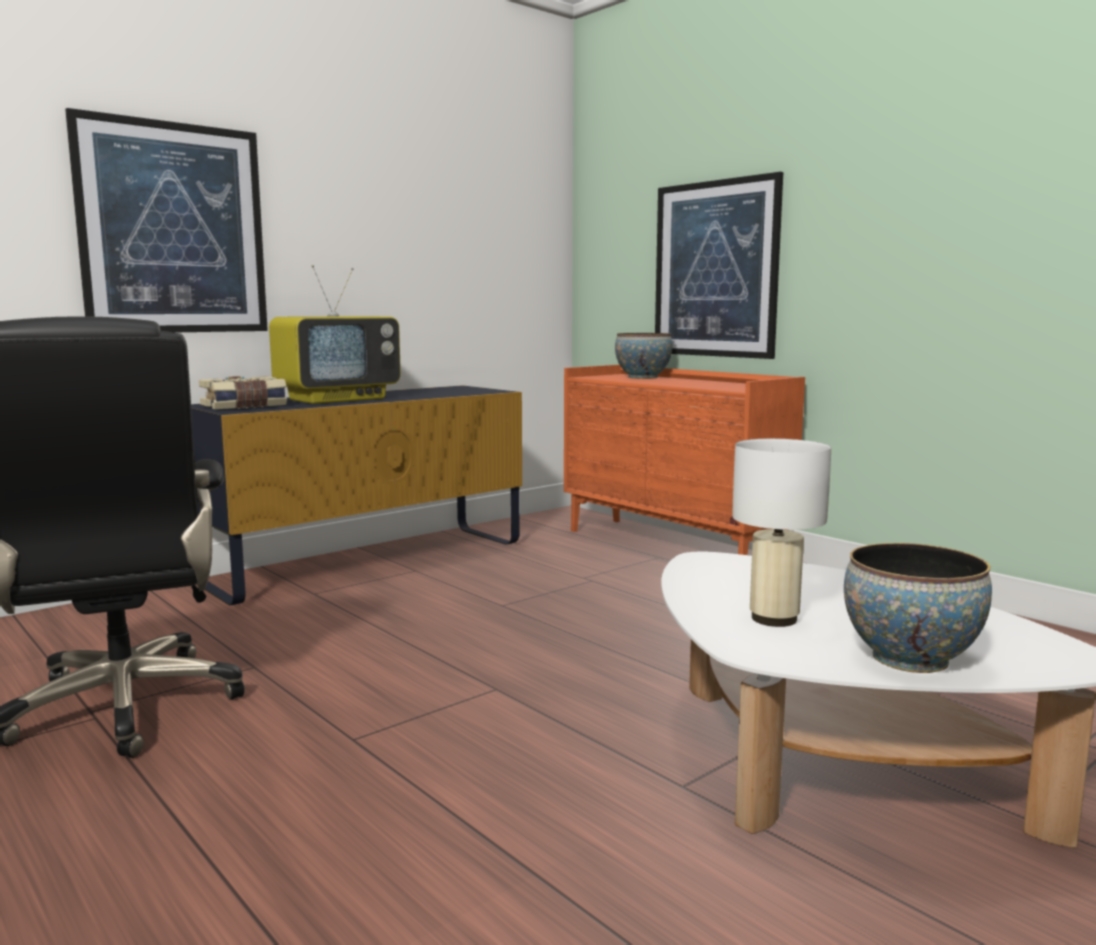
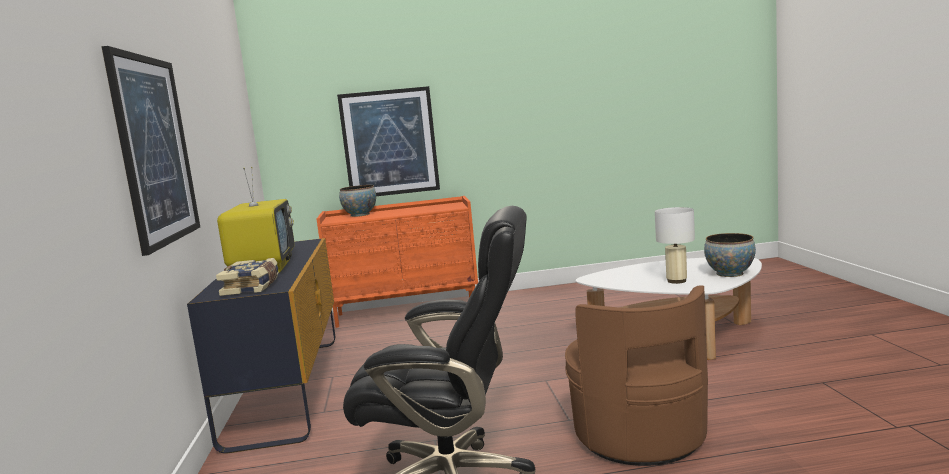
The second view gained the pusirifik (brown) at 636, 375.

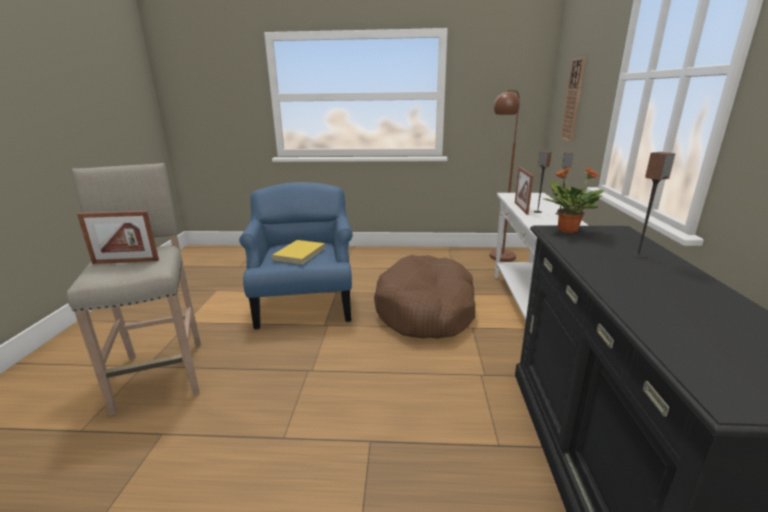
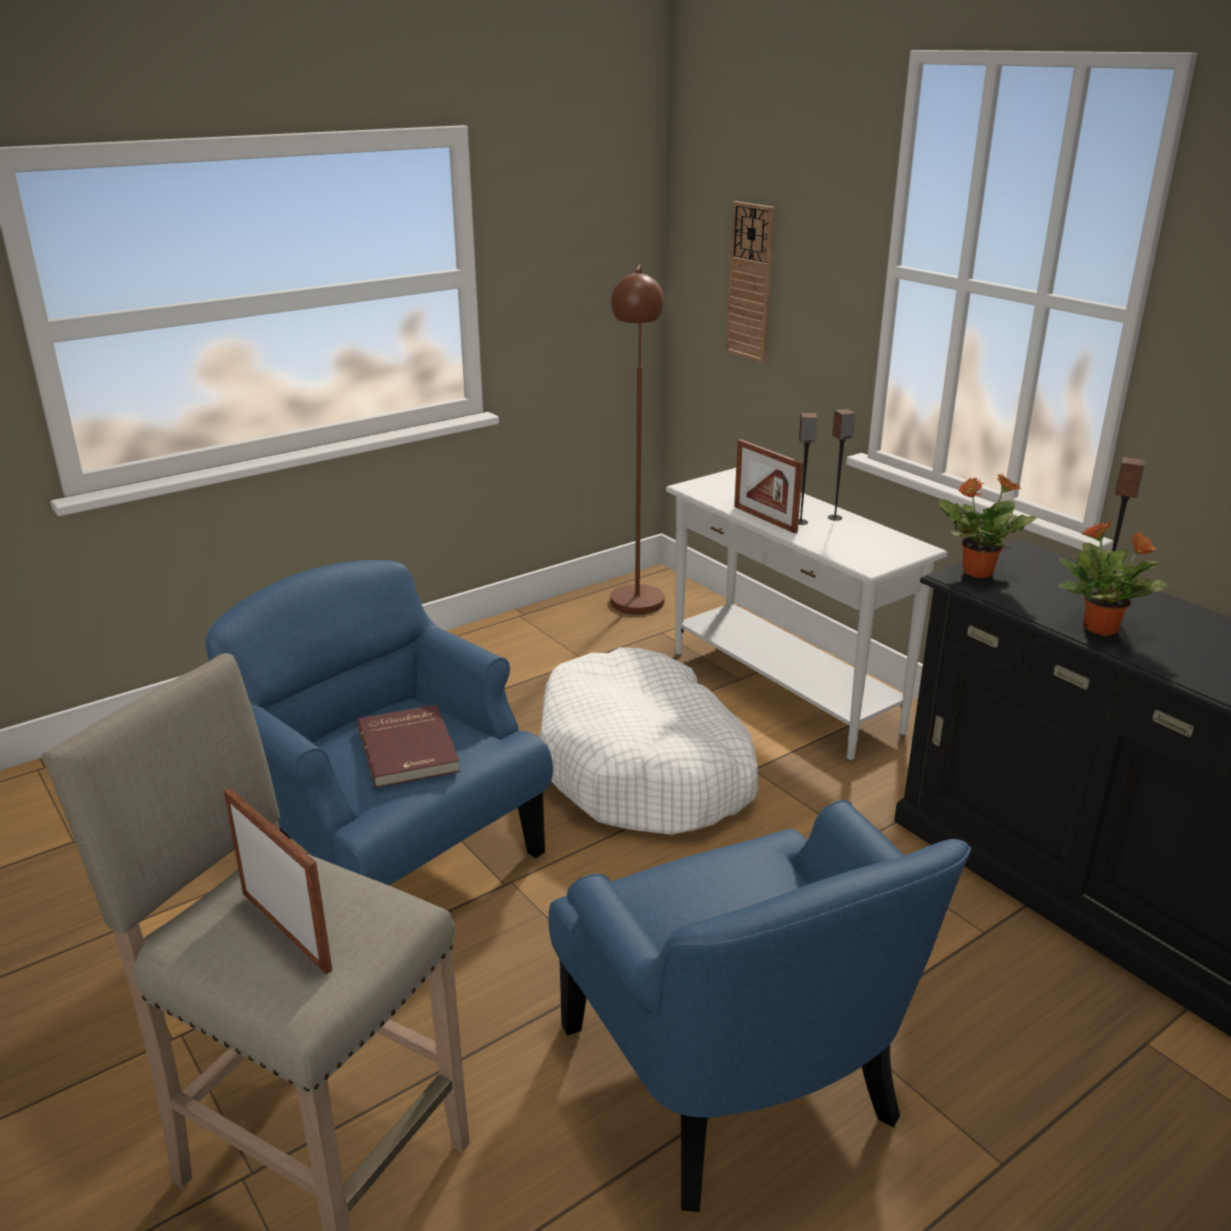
The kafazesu at 118, 237 ended up facing another way, 90 degrees counterclockwise from before.
What was the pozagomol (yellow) at 298, 252 turned into the pozagomol (red) at 408, 746.
What was the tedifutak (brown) at 424, 297 turned into the tedifutak (white) at 648, 741.
The second view gained the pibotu at 1113, 578.
The second view gained the pusirifik (blue) at 759, 1006.

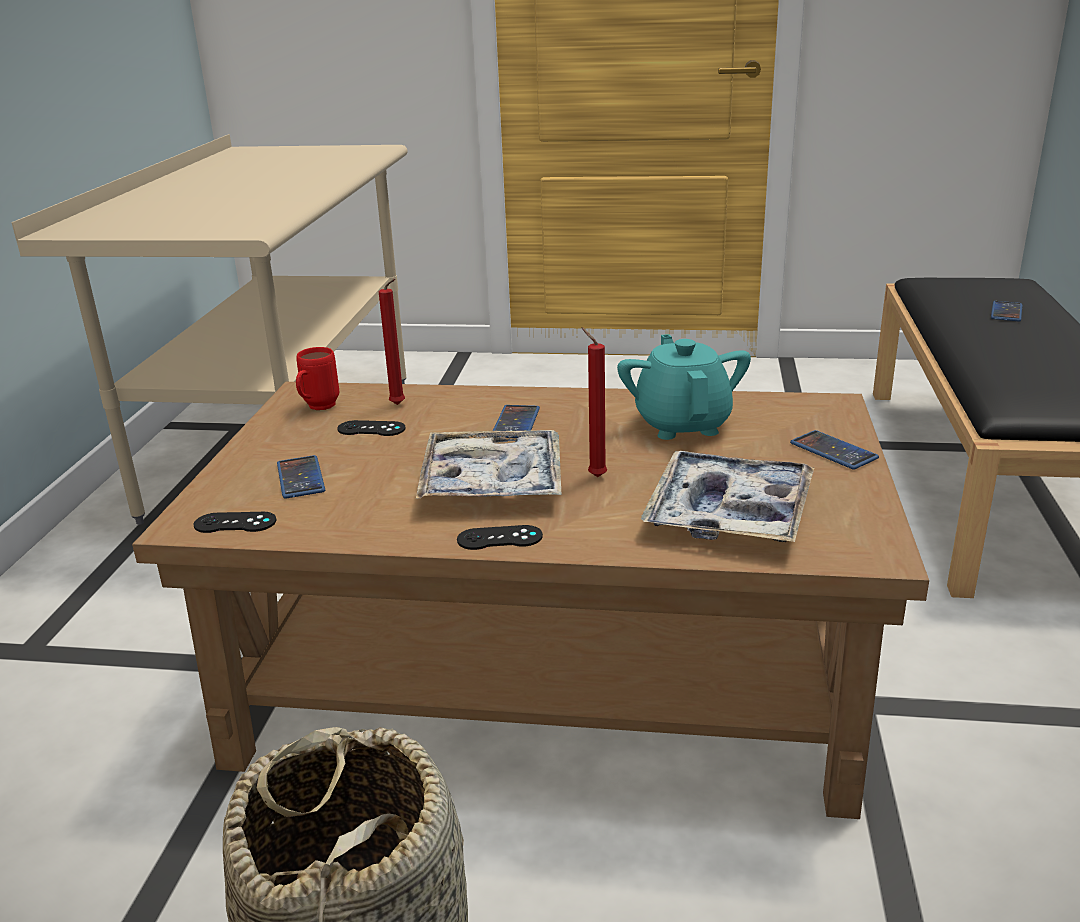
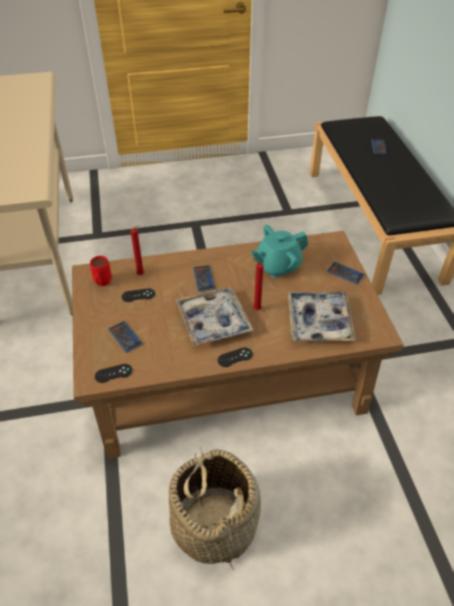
The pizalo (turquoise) at 684, 387 ended up facing another way, 90 degrees counterclockwise from before.

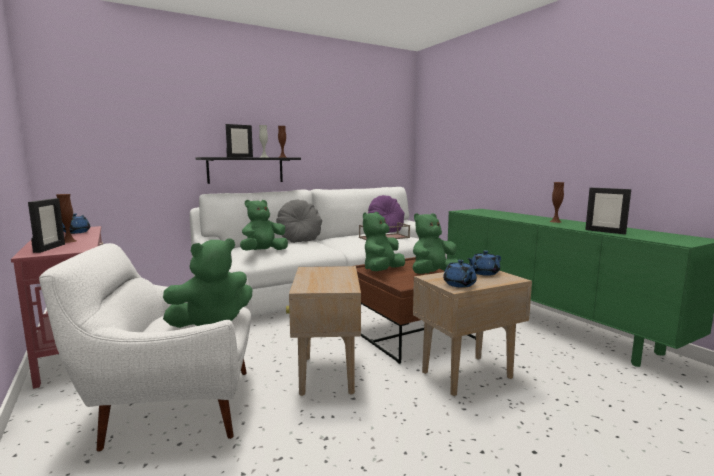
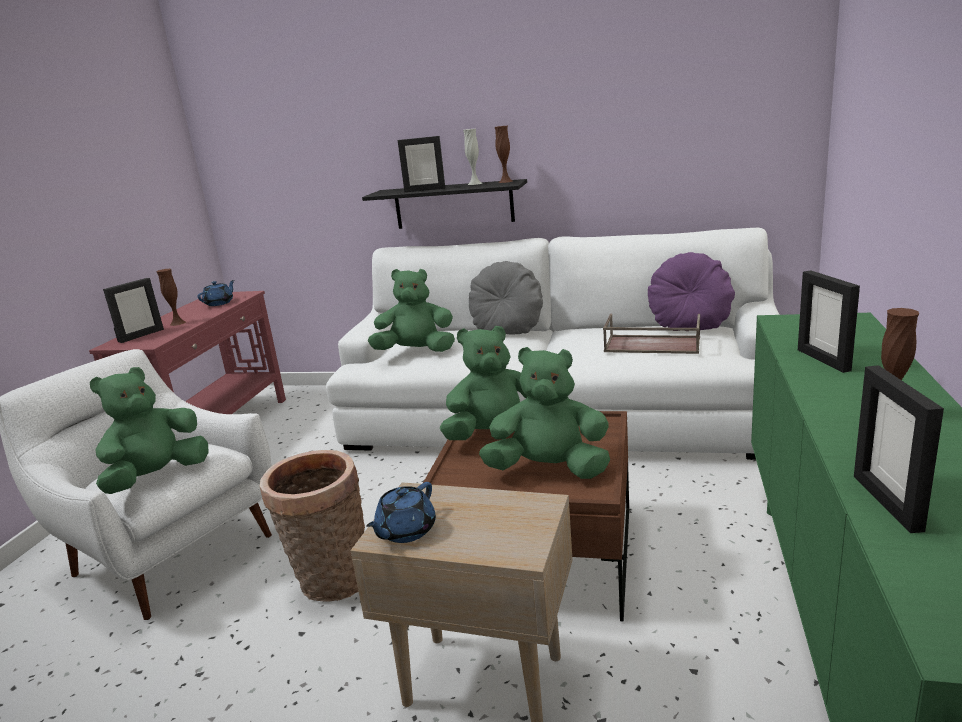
The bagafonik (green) at 207, 283 ended up facing another way, 120 degrees clockwise from before.
The second view lost the pizalo (blue) at 484, 263.
Where the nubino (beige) stood at 323, 331, the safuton came to stand at 312, 526.
The second view gained the kafazesu at 829, 321.

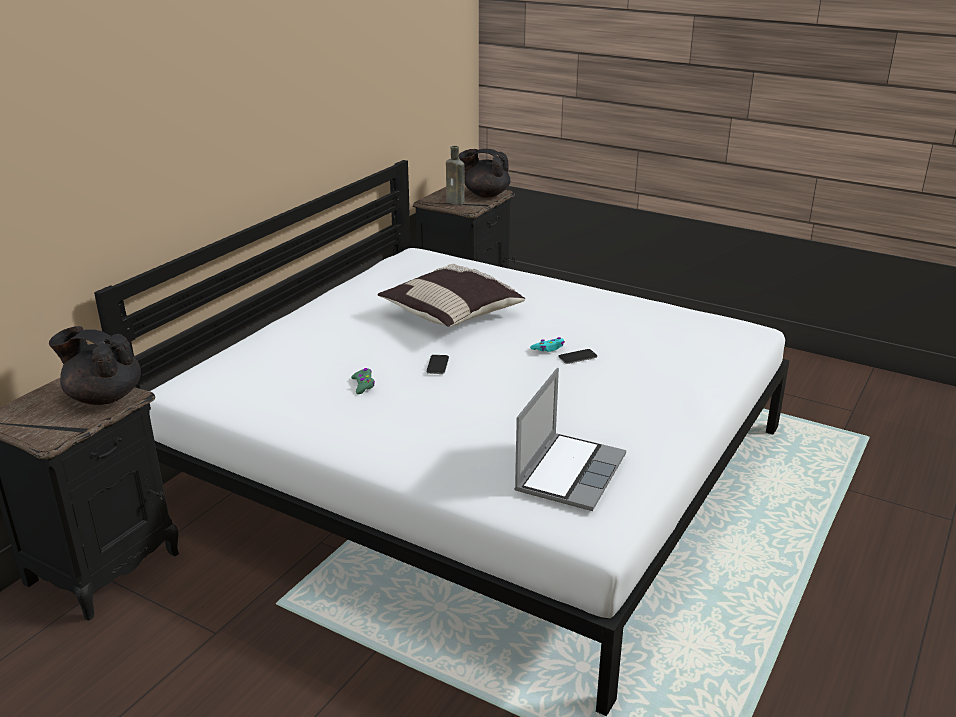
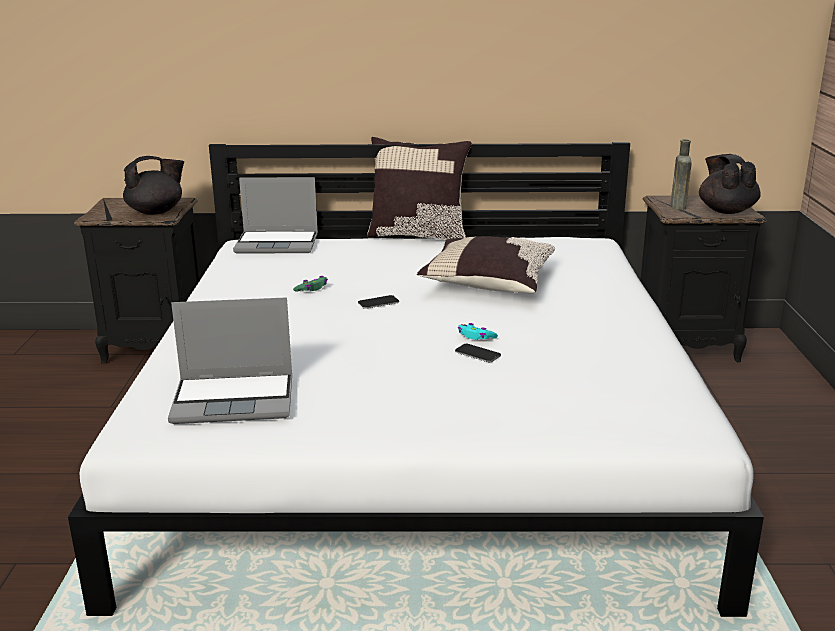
The pizalo (black) at 95, 365 ended up facing another way, 75 degrees clockwise from before.
The second view gained the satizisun at 419, 188.
The second view gained the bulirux at 275, 215.

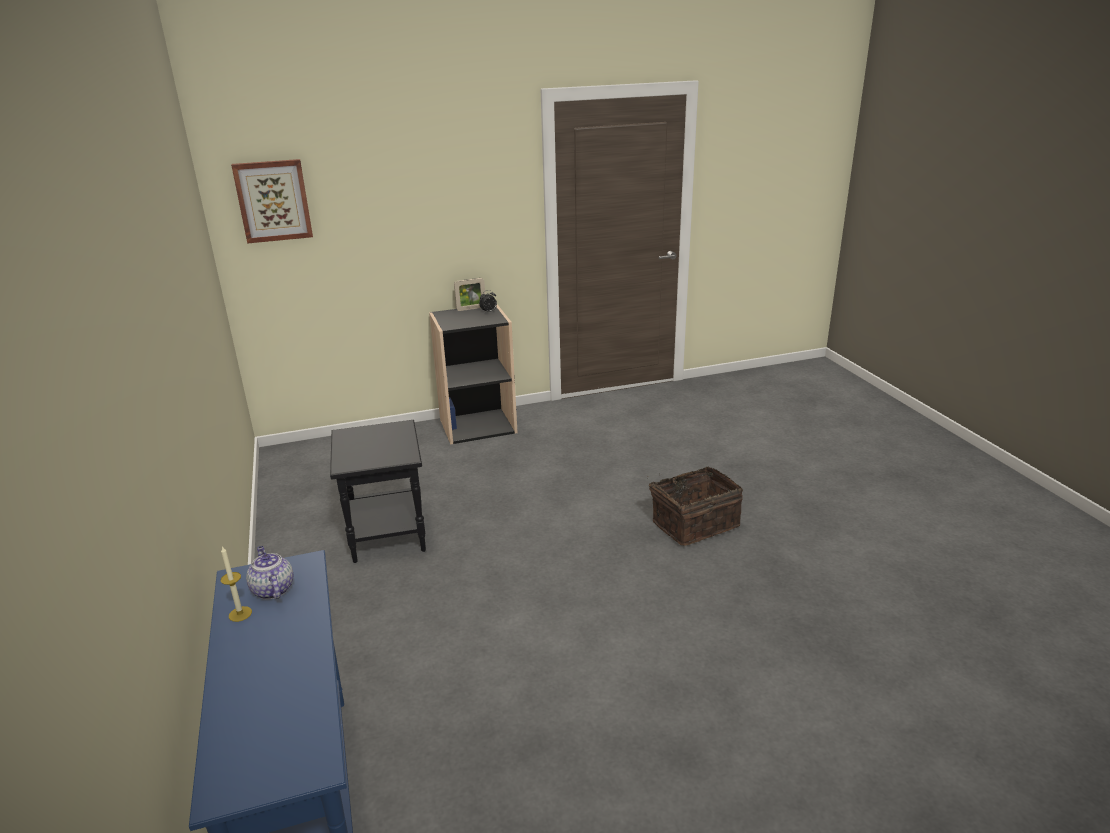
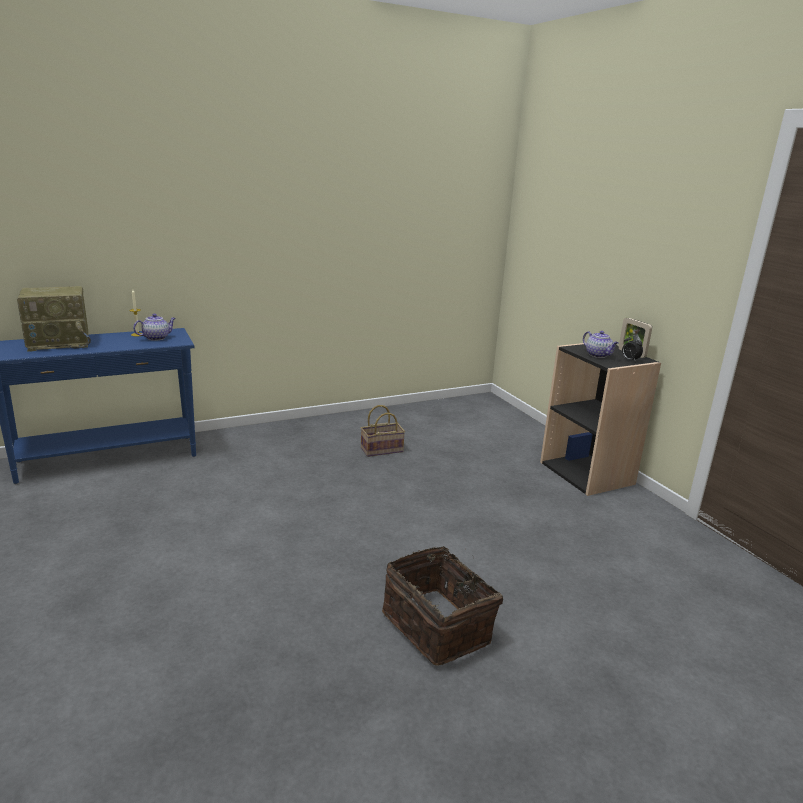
The second view lost the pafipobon at 272, 201.
Where the nubino (black) stood at 378, 491, the safuton came to stand at 383, 431.
The second view gained the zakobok at 54, 319.
The second view gained the pizalo at 601, 344.

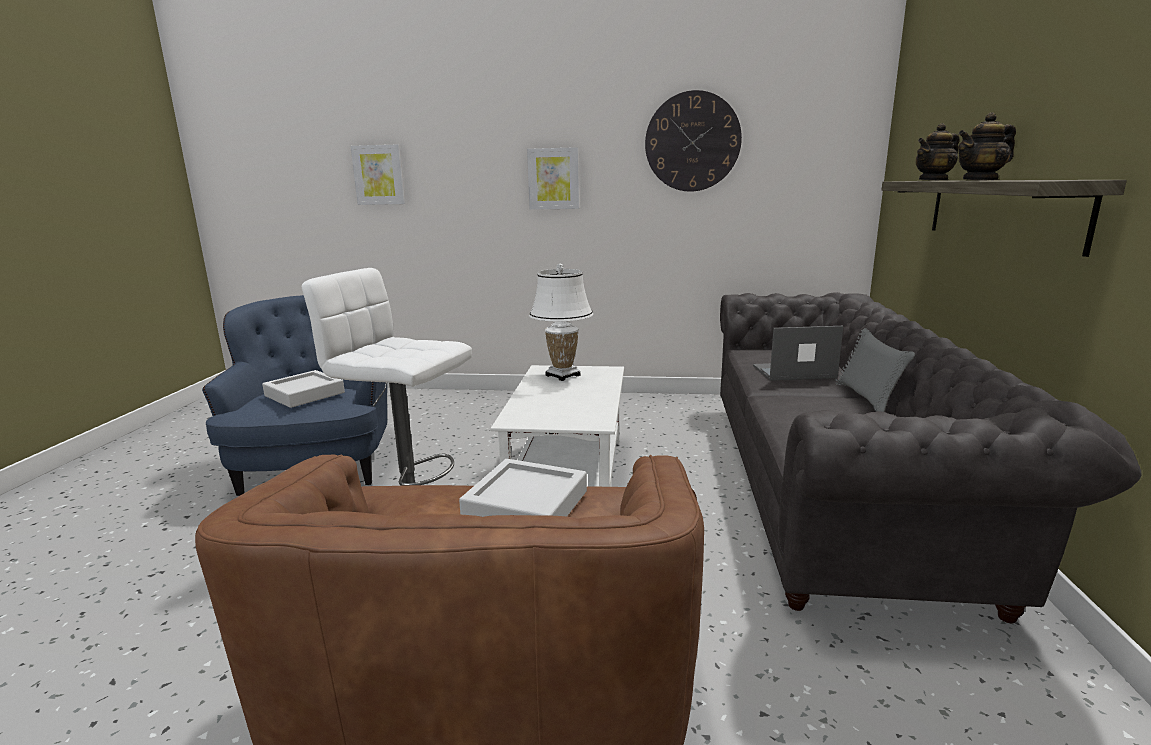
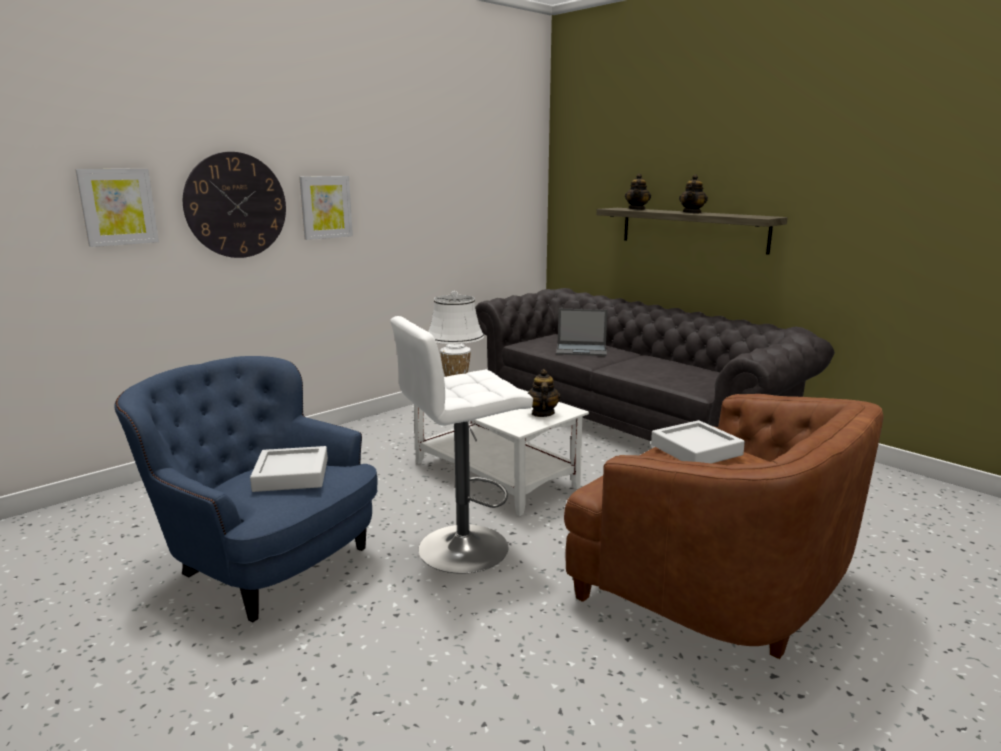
The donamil ended up elsewhere, having gone from 693, 141 to 234, 205.
The bulirux at 798, 353 ended up facing another way, 120 degrees counterclockwise from before.
The second view lost the satizisun (grey) at 875, 370.
The second view gained the pizalo at 544, 393.

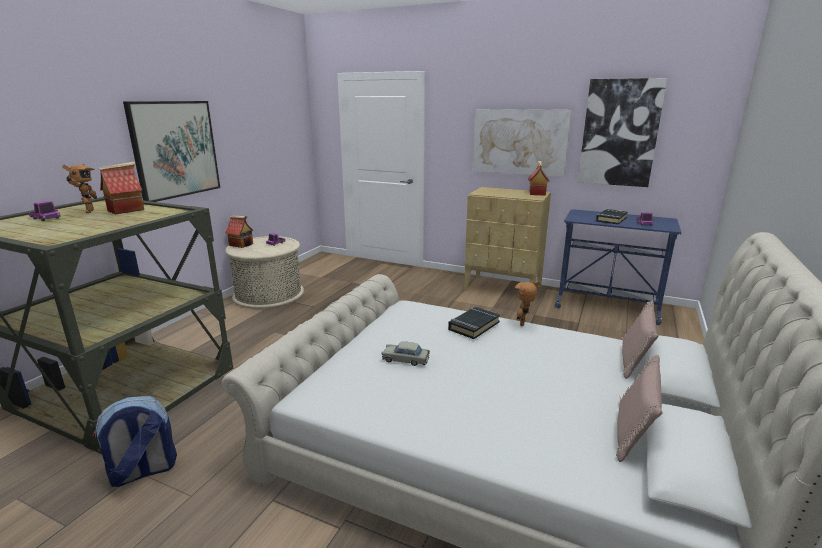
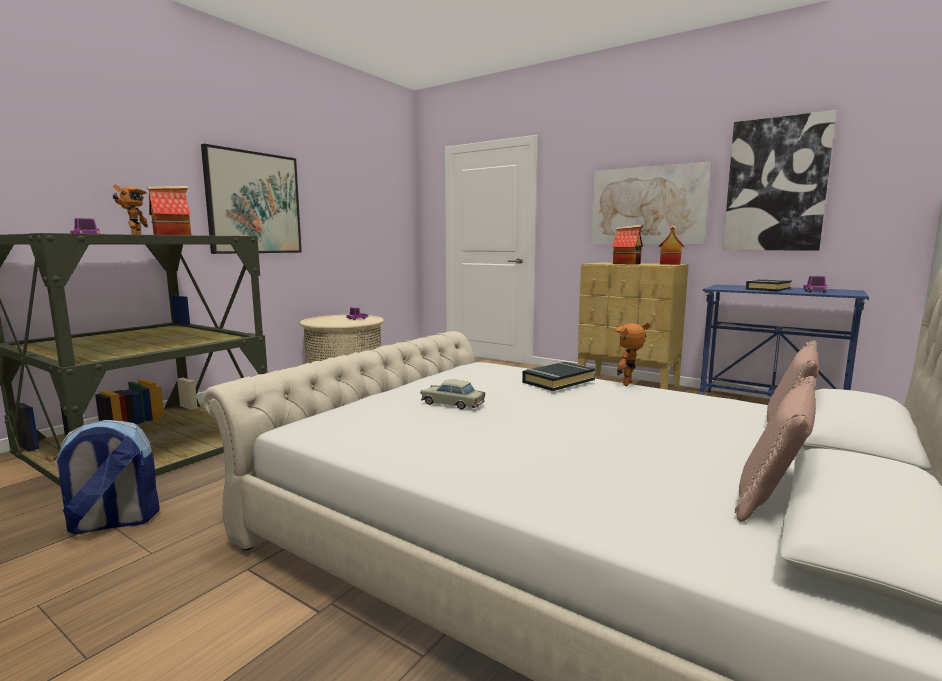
The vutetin ended up elsewhere, having gone from 239, 232 to 627, 245.

